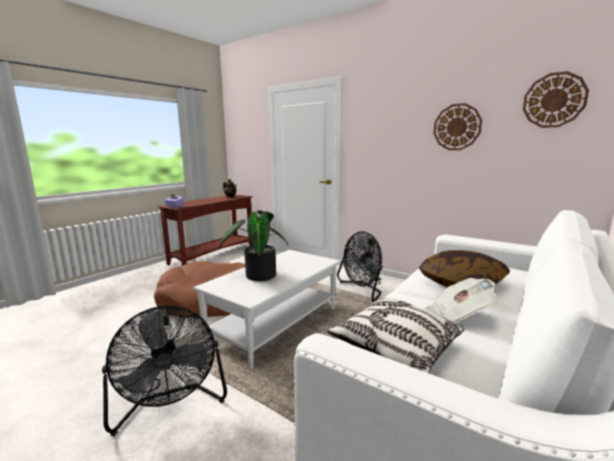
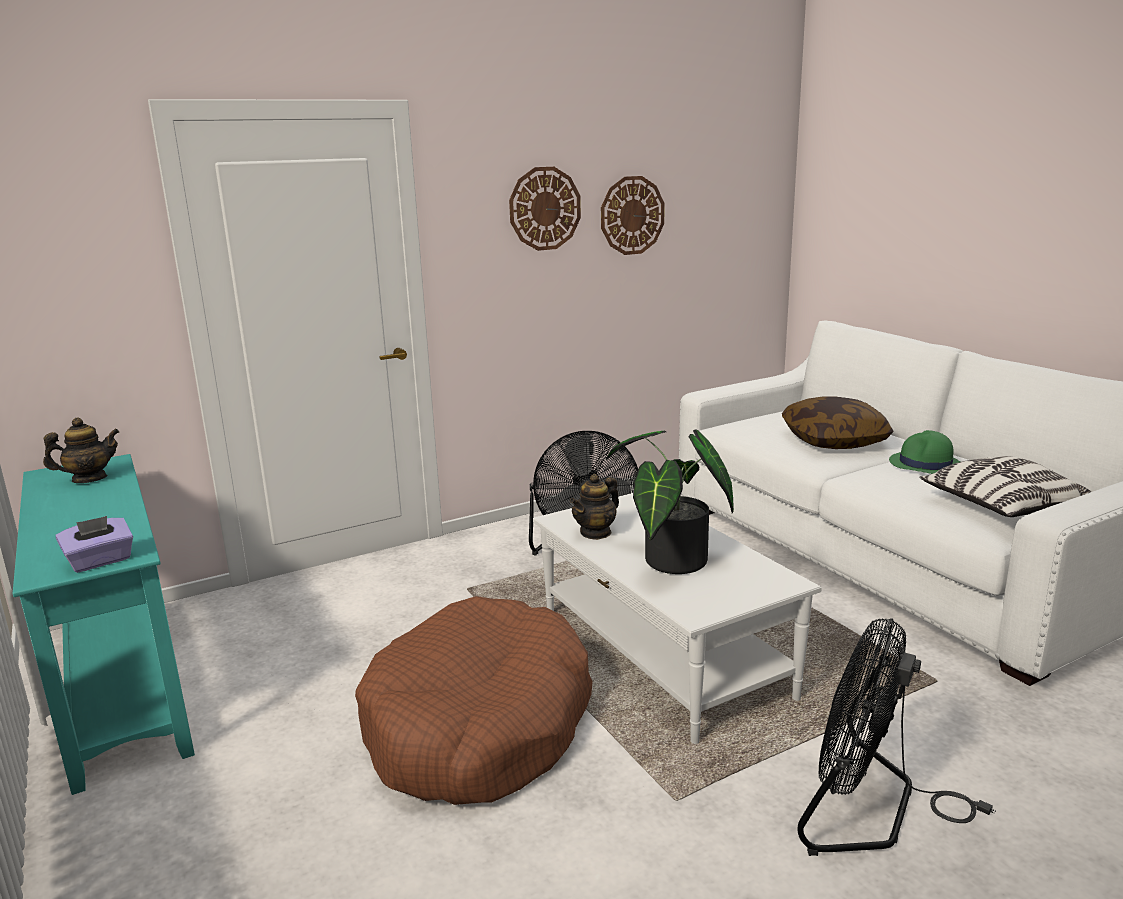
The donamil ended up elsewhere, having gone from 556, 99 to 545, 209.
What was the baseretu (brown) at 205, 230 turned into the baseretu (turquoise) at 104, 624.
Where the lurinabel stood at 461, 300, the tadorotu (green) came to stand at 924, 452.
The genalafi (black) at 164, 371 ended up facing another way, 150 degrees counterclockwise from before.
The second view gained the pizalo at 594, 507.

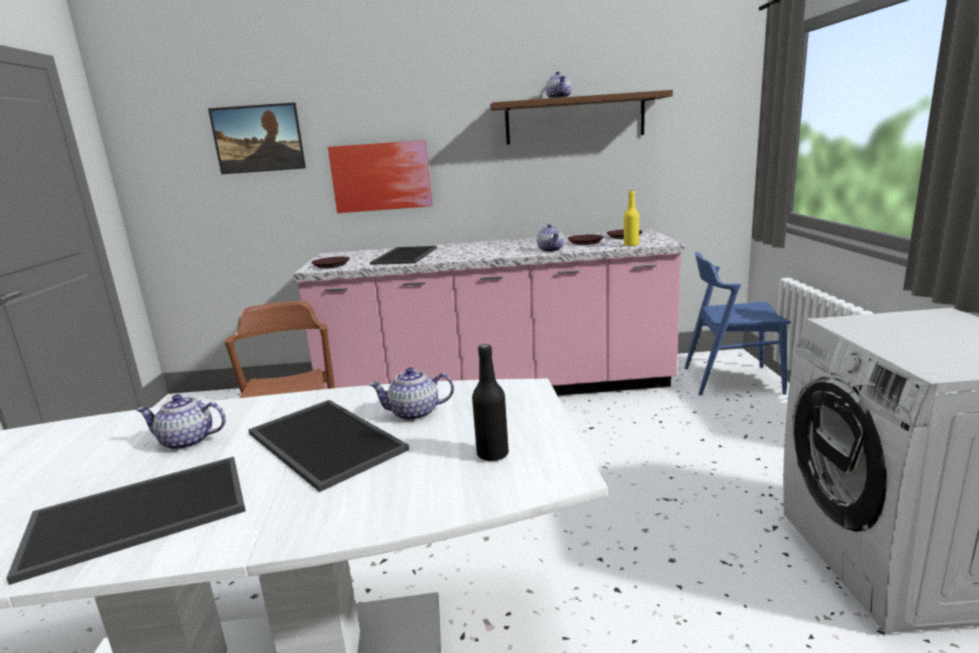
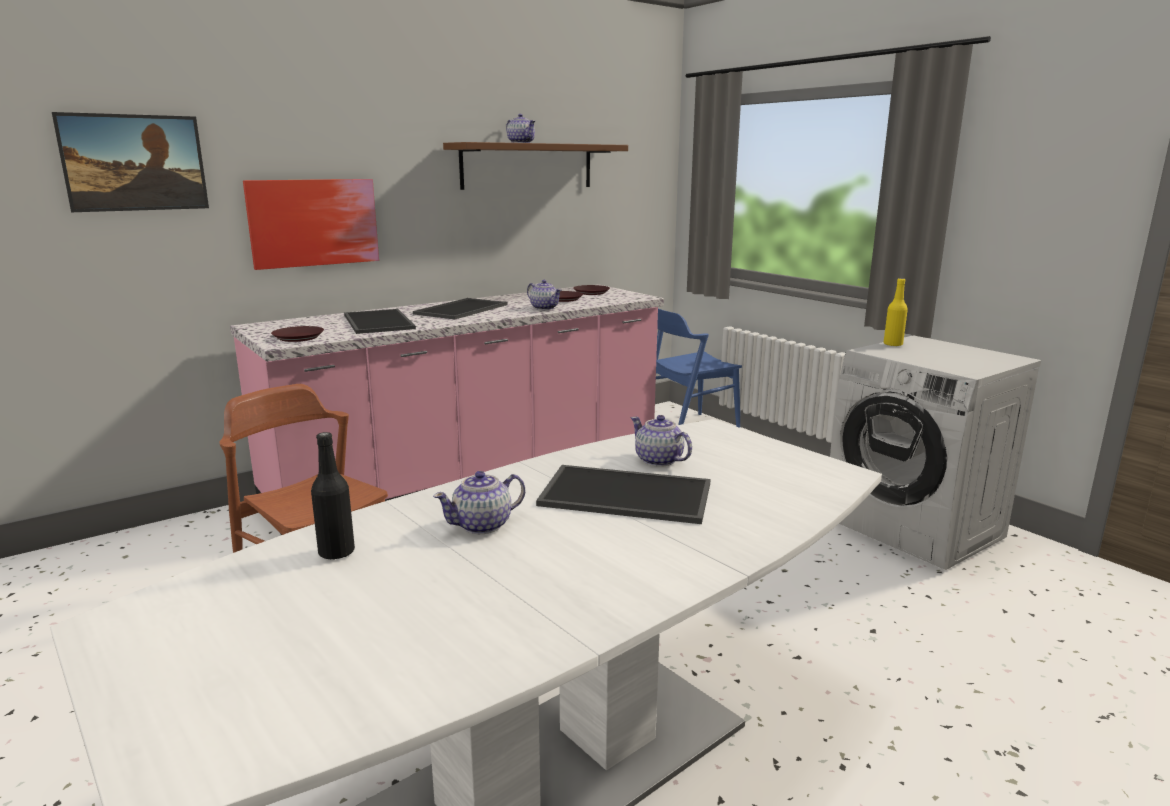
The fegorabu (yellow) ended up elsewhere, having gone from 631, 218 to 896, 312.
The fegorabu (black) ended up elsewhere, having gone from 490, 402 to 333, 496.
The pizalo at 411, 394 ended up facing another way, 90 degrees clockwise from before.
The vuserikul ended up elsewhere, having gone from 126, 521 to 460, 308.

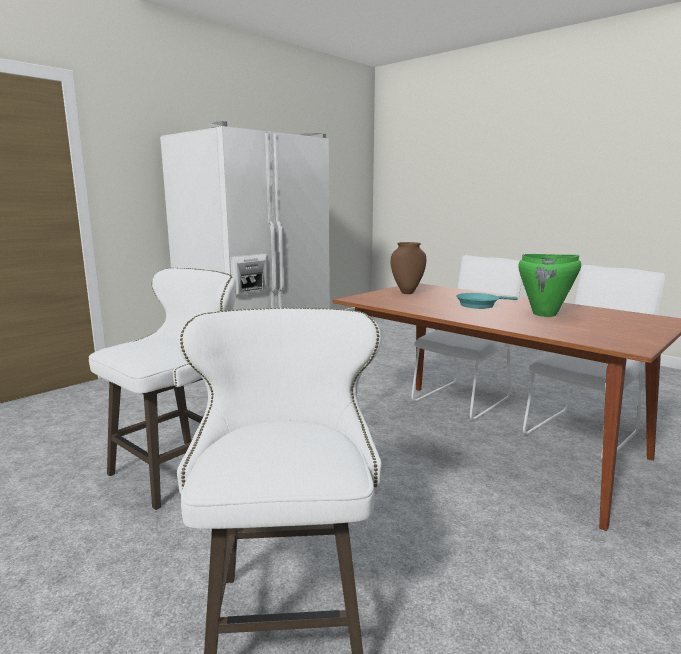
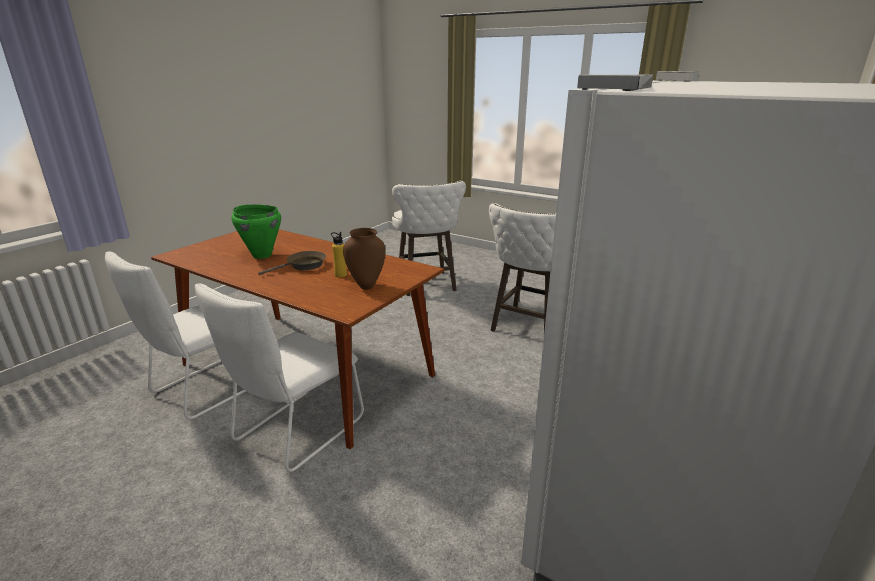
What was the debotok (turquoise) at 487, 301 turned into the debotok (brown) at 292, 263.
The second view gained the fegorabu (yellow) at 339, 254.

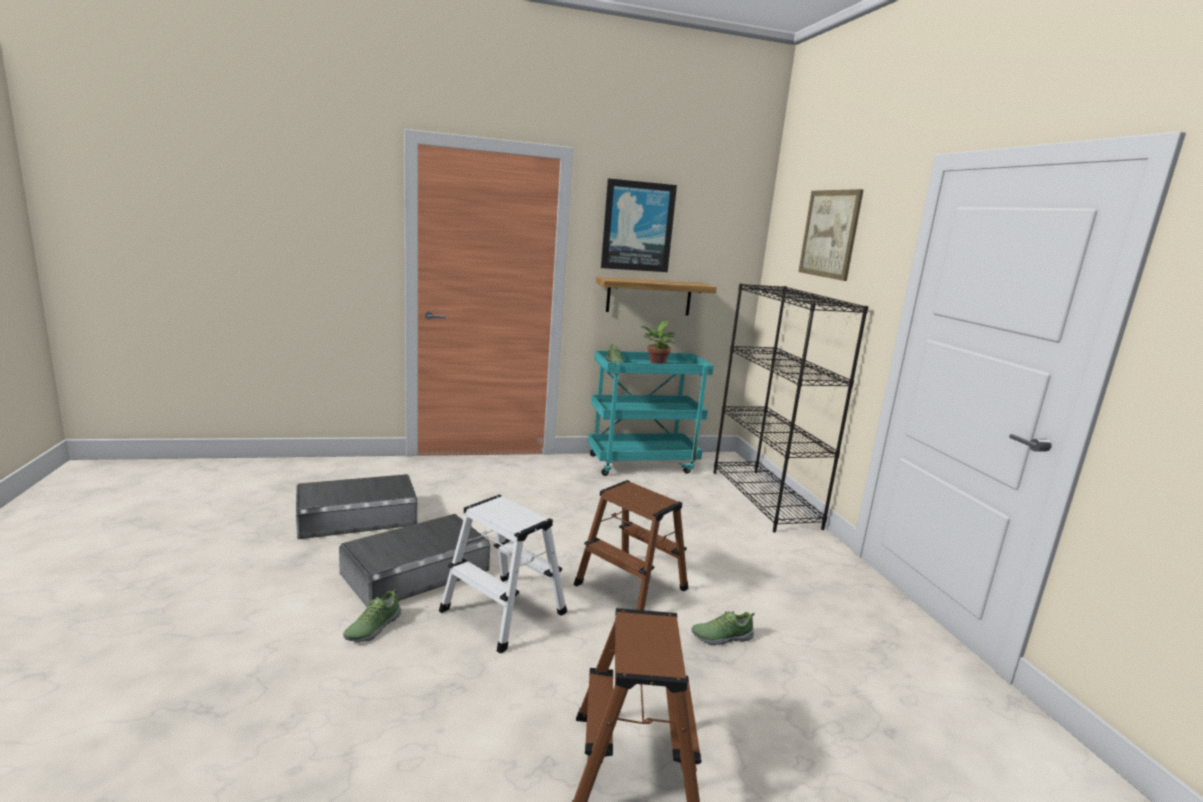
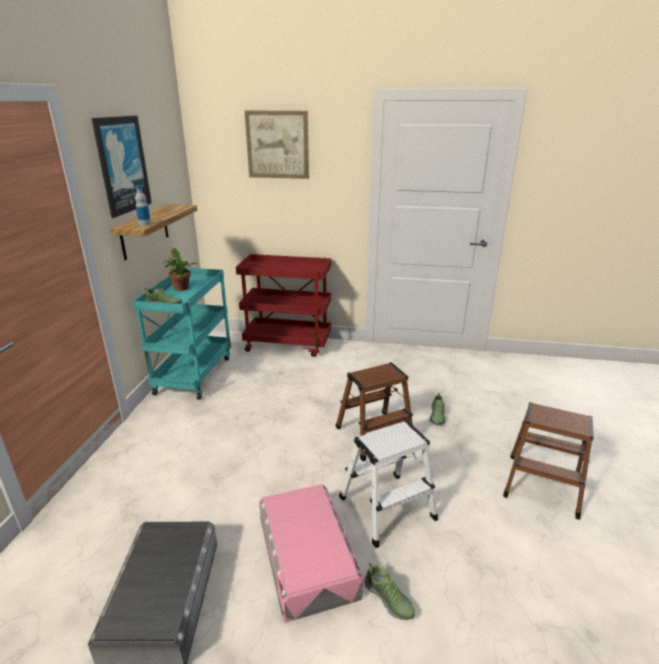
Where the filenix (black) stood at 791, 407, the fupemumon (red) came to stand at 283, 305.
What was the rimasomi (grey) at 414, 560 turned into the rimasomi (pink) at 311, 553.
The second view gained the fegorabu at 143, 205.

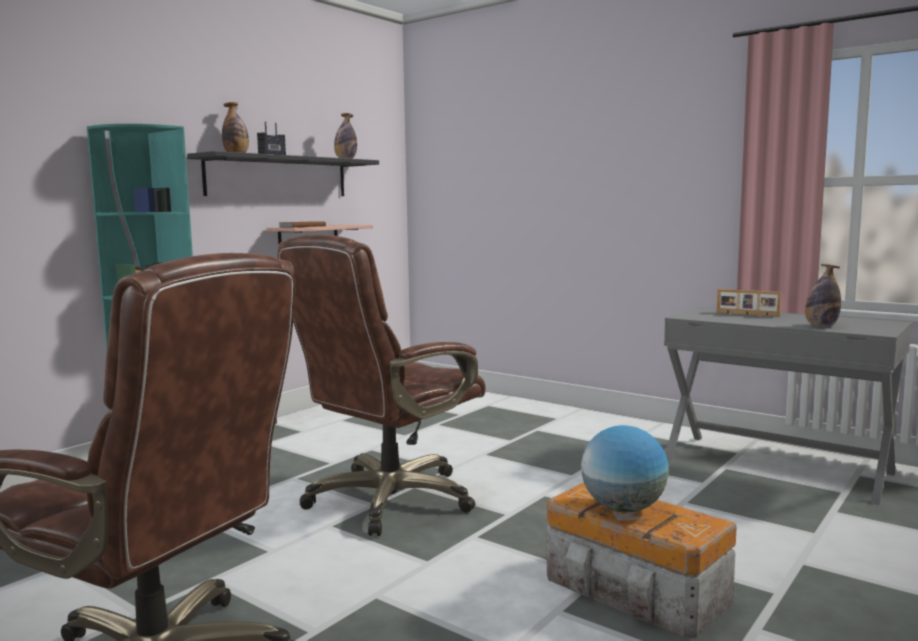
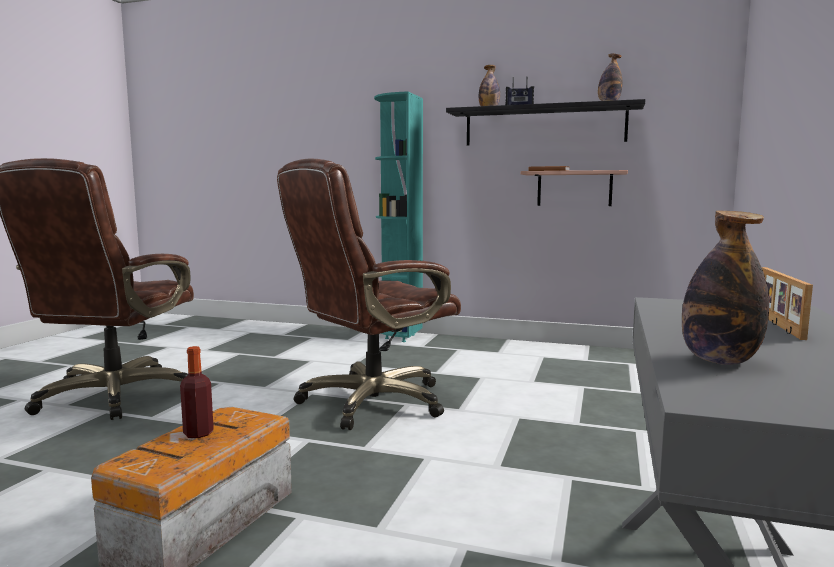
The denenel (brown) at 382, 385 ended up facing another way, 60 degrees counterclockwise from before.
Where the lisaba stood at 625, 469, the fegorabu came to stand at 197, 392.

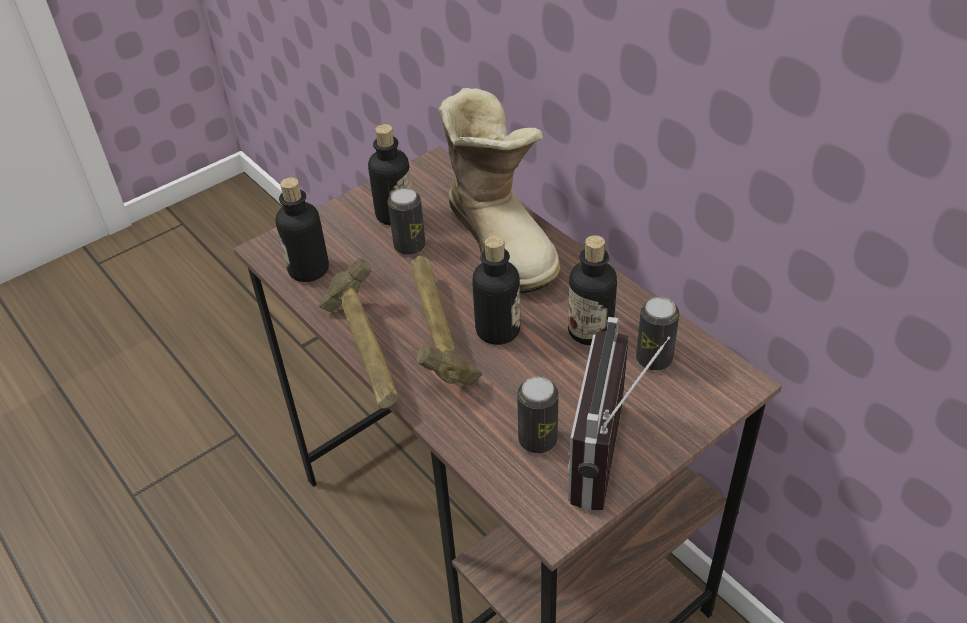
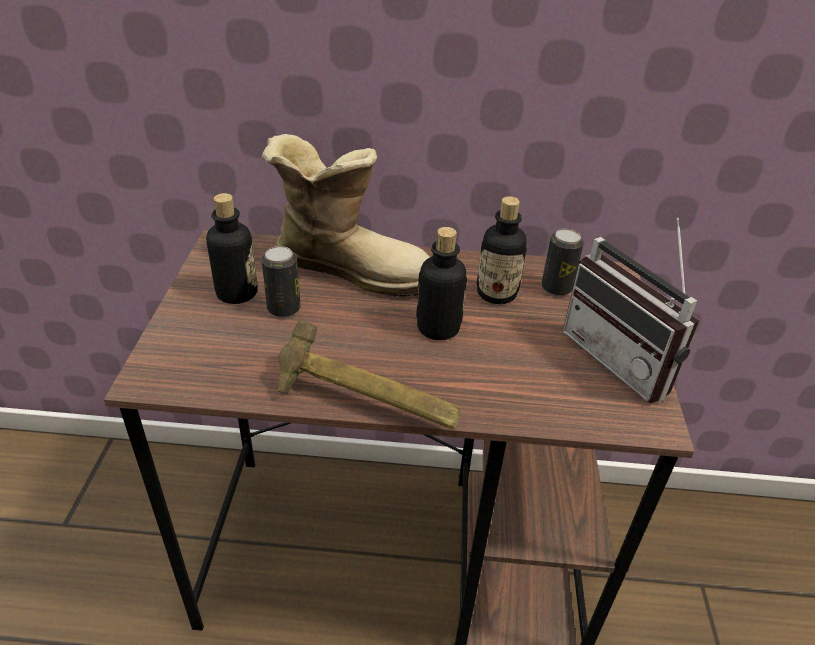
The second view lost the fegorabu at 302, 229.
The second view lost the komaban at 446, 320.
The second view lost the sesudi at 538, 415.

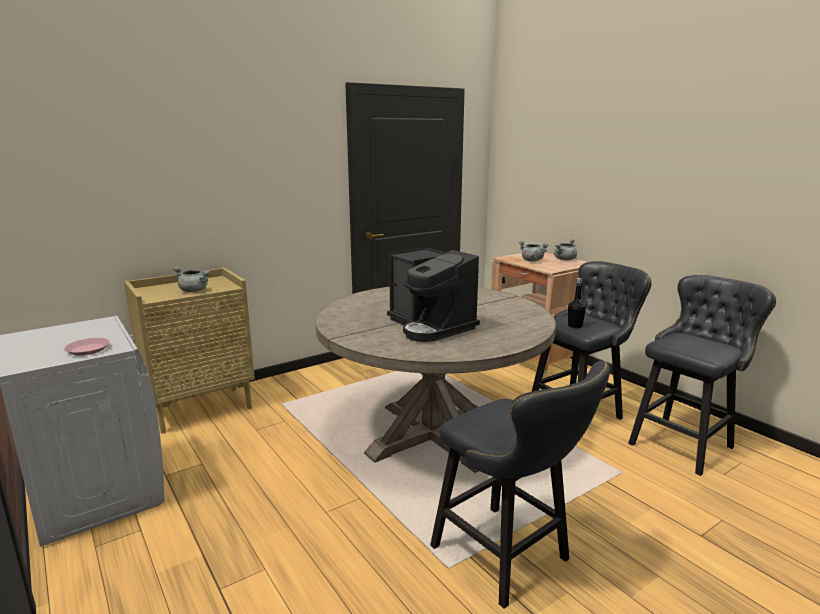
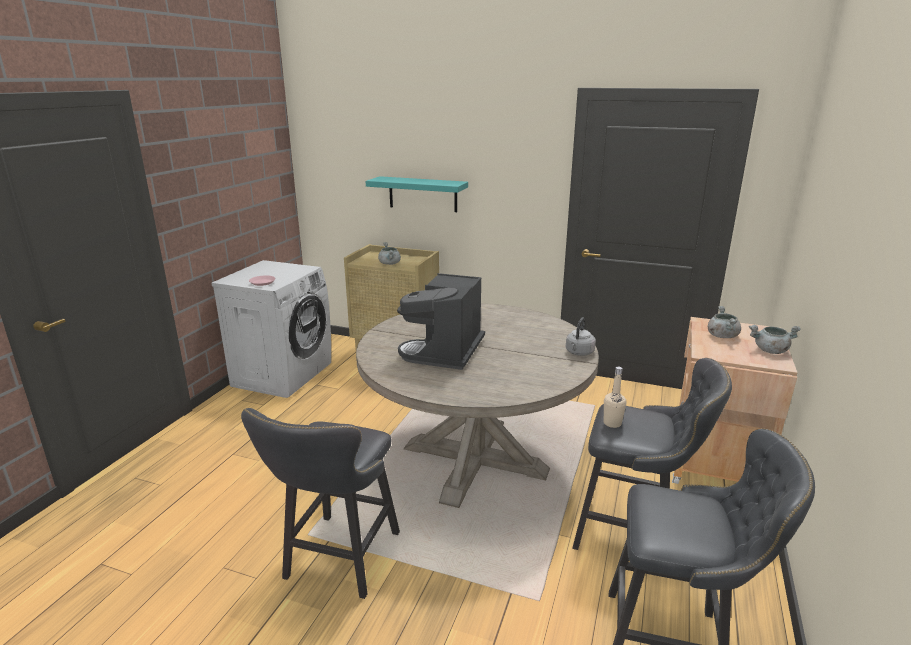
What was the fegorabu (black) at 577, 303 turned into the fegorabu (beige) at 615, 397.
The second view gained the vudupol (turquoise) at 417, 194.
The second view gained the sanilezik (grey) at 581, 336.

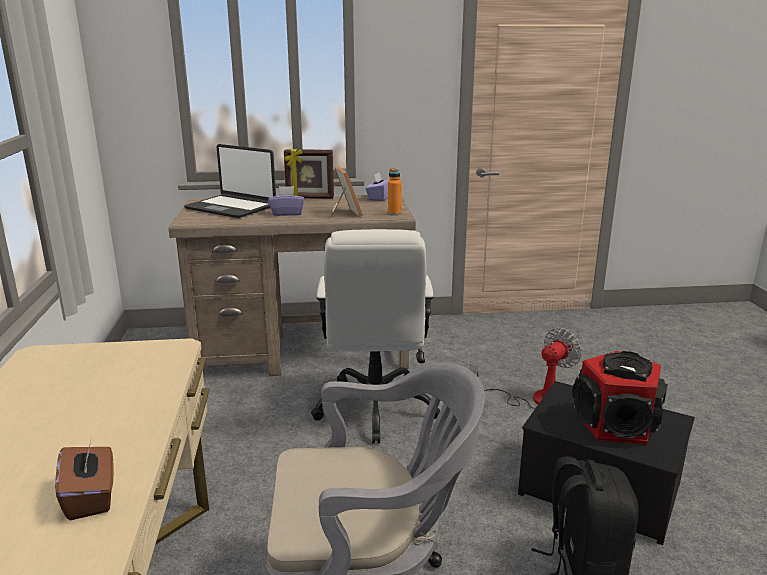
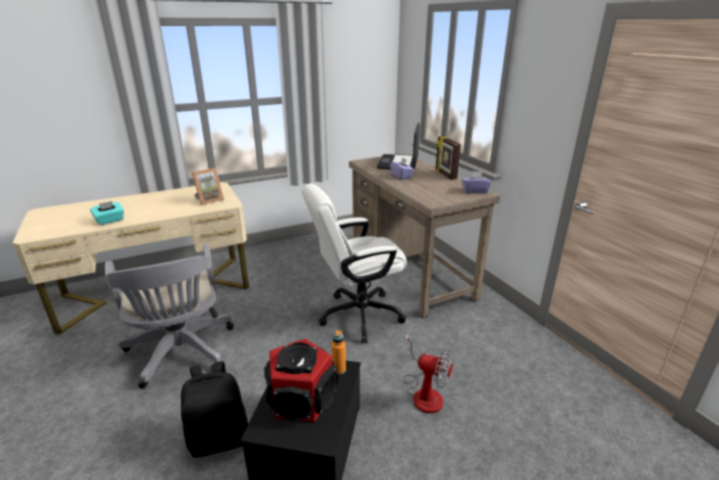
The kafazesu ended up elsewhere, having gone from 346, 191 to 208, 186.
The fegorabu (orange) ended up elsewhere, having gone from 395, 192 to 338, 352.
What was the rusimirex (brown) at 84, 479 turned into the rusimirex (turquoise) at 107, 213.

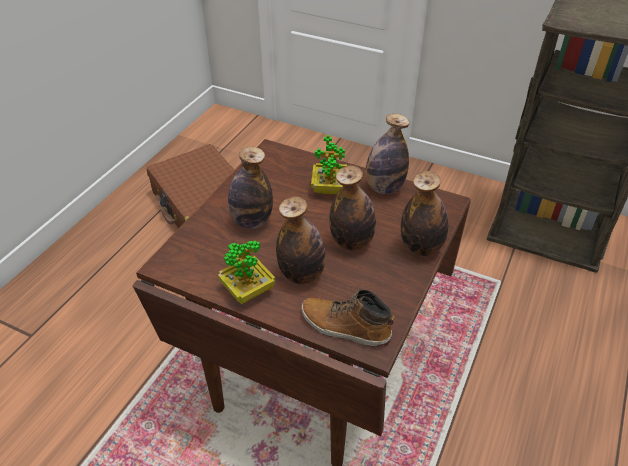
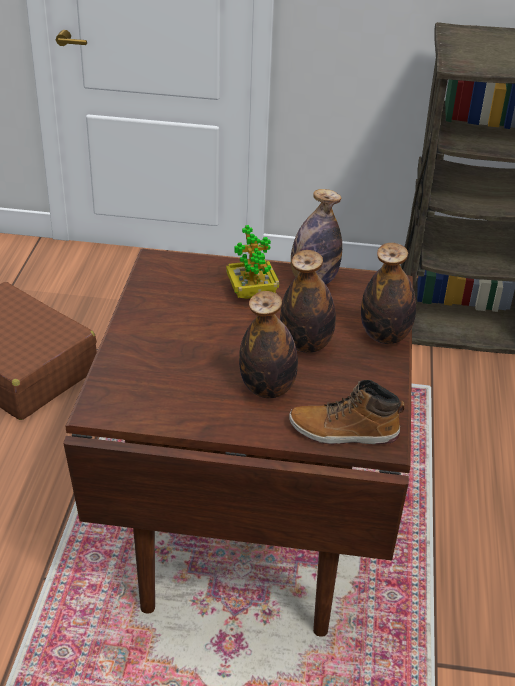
The second view lost the fegorabu at 250, 188.
The second view lost the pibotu at 246, 272.

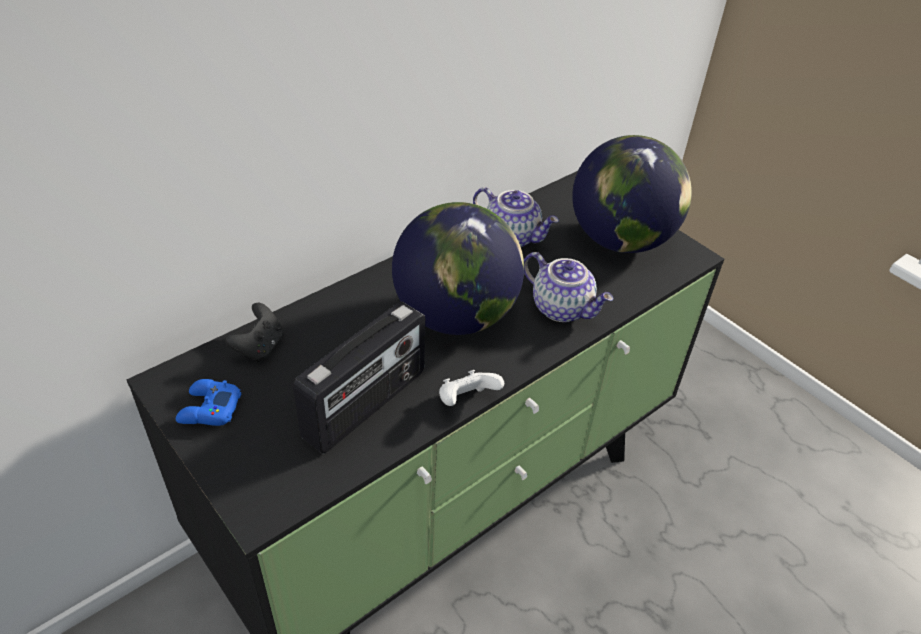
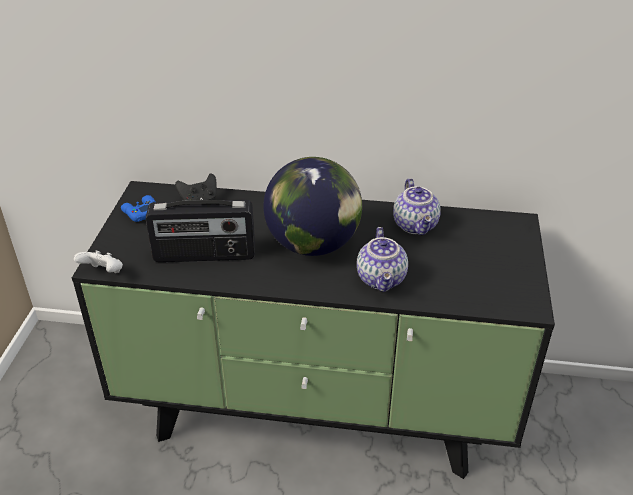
The second view lost the lisaba at 632, 194.
The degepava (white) ended up elsewhere, having gone from 471, 388 to 98, 261.

